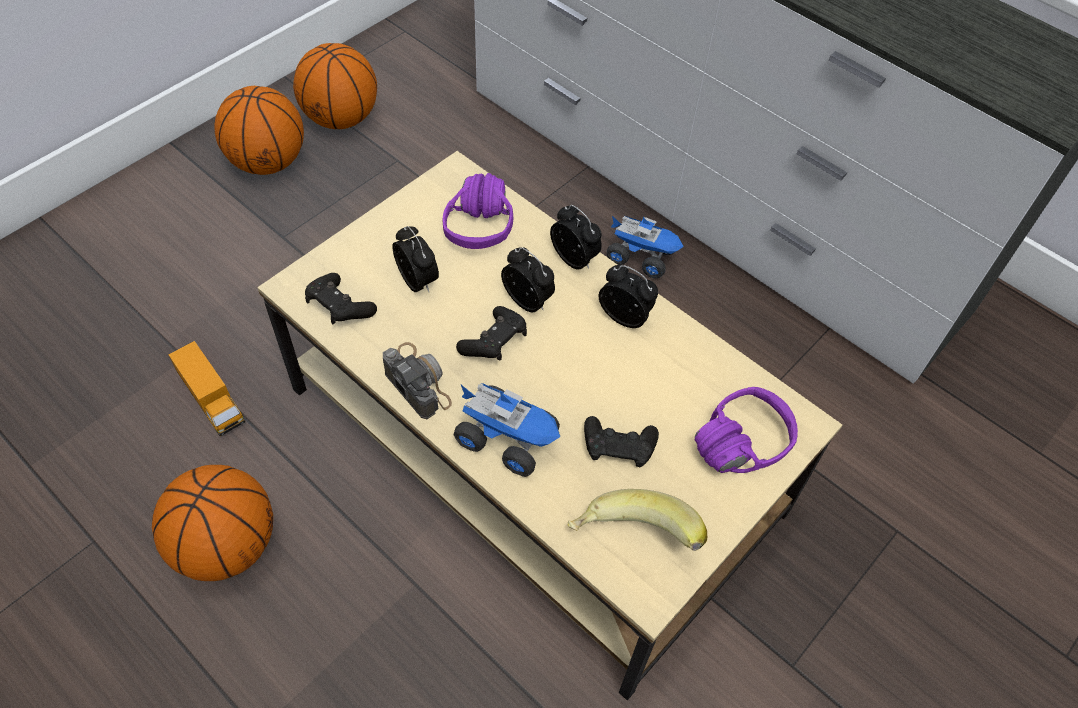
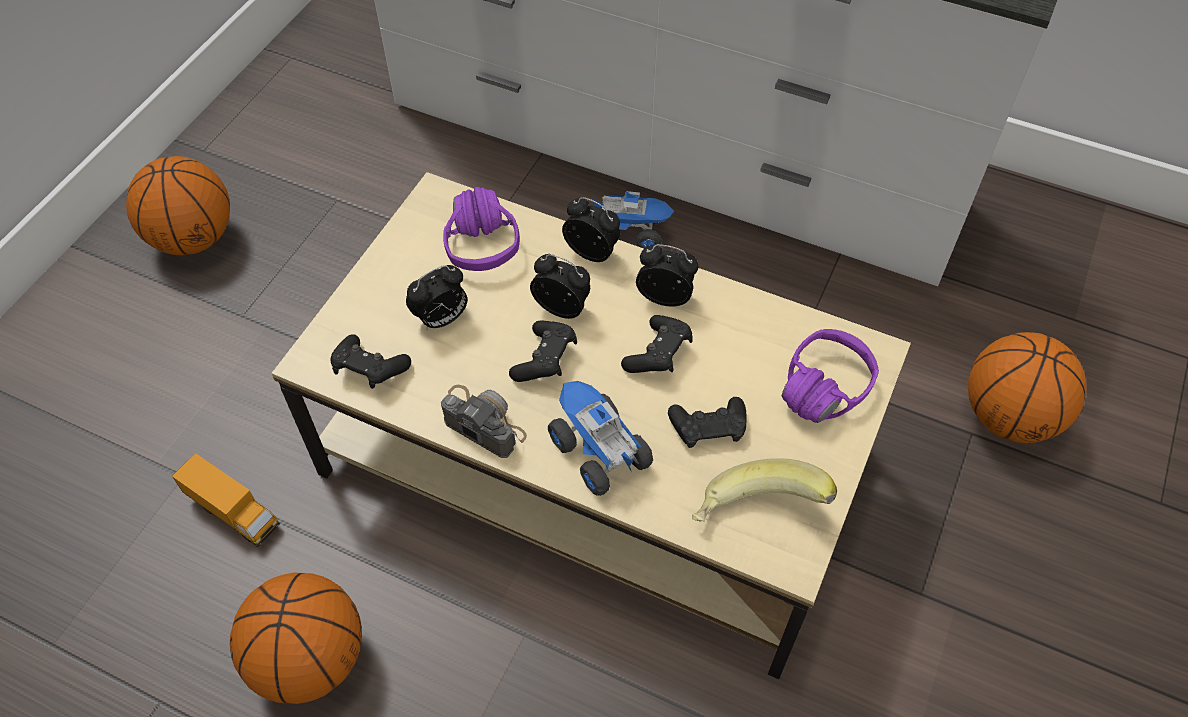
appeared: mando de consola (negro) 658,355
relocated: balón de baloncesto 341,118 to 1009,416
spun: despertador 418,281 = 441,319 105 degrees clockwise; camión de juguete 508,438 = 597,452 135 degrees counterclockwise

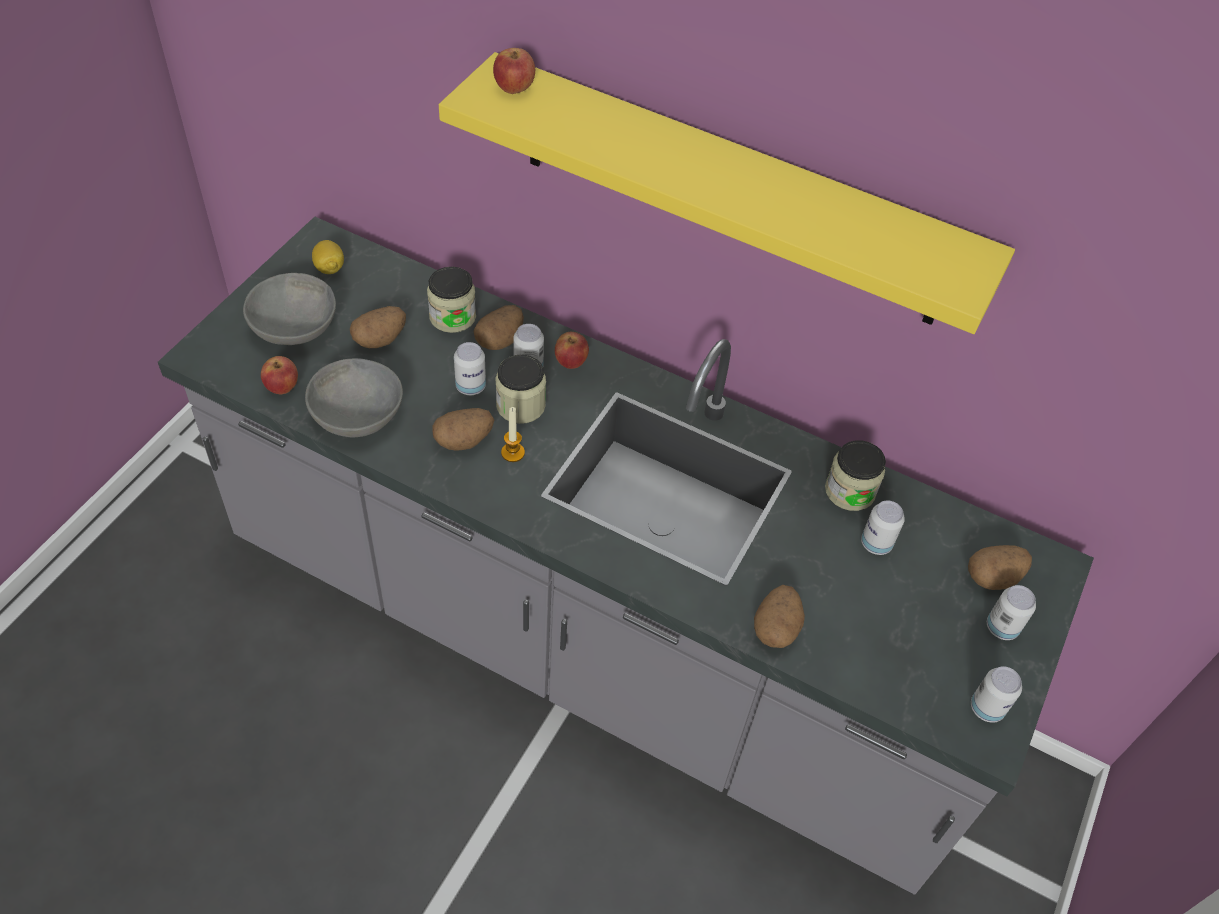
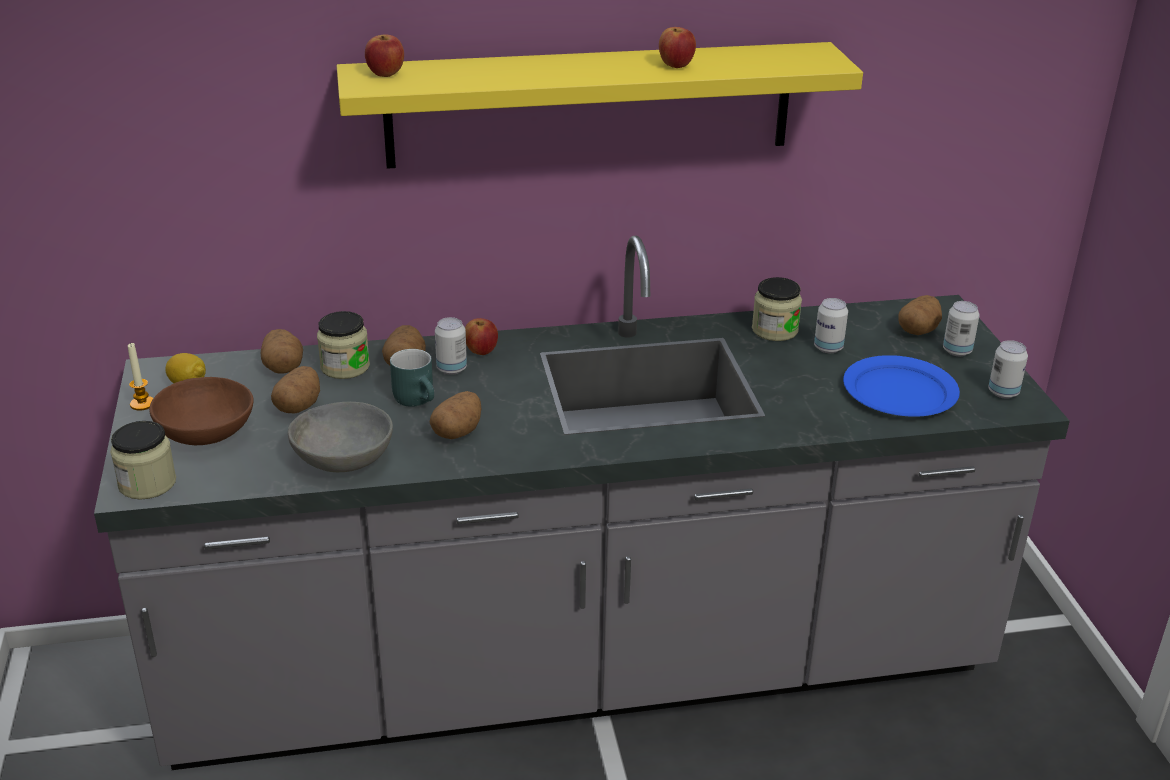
appeared: plato (azul) 900,391
relocated: manzana 282,387 to 676,65; tarro 520,405 to 147,483; vela 513,453 to 142,404; patata 776,627 to 283,367
exchanged: lata 470,386 to taza grande (turquesa) 419,399
colour: cuenco (gris) 295,328 to cuenco (marrón) 207,432

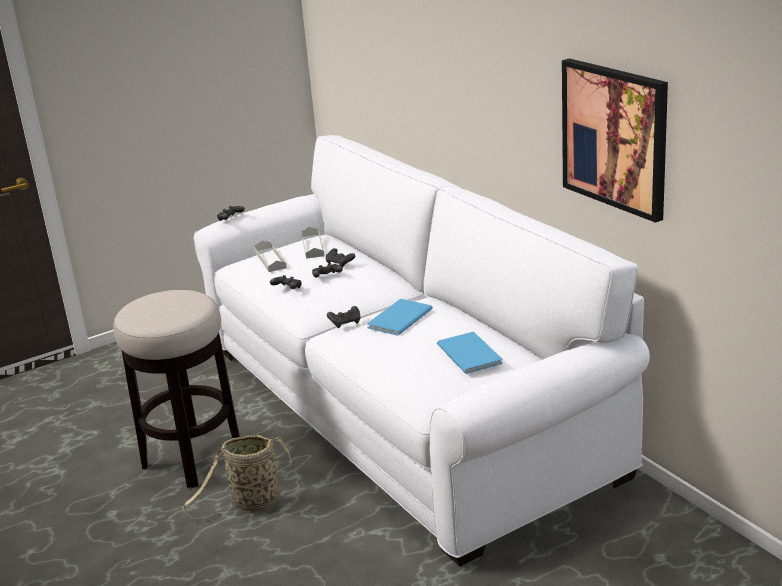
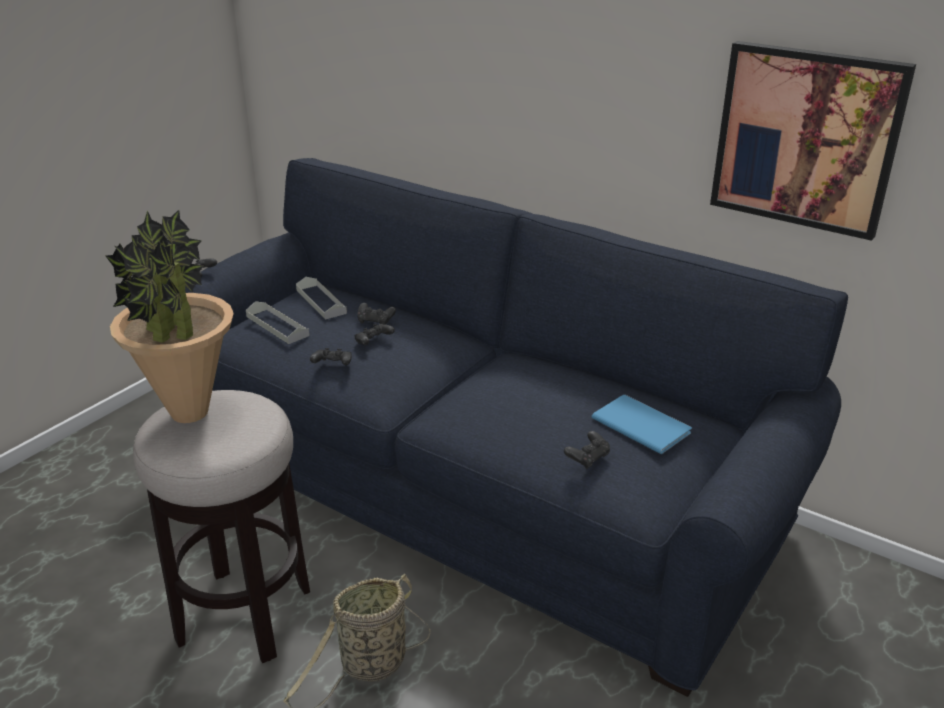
missing: libro (azul) 397,319
appeared: planta en maceta 189,413
relocated: mando de consola (negro) 345,323 to 587,458
colour: sofá (blanco) 401,409 to sofá (azul) 472,489

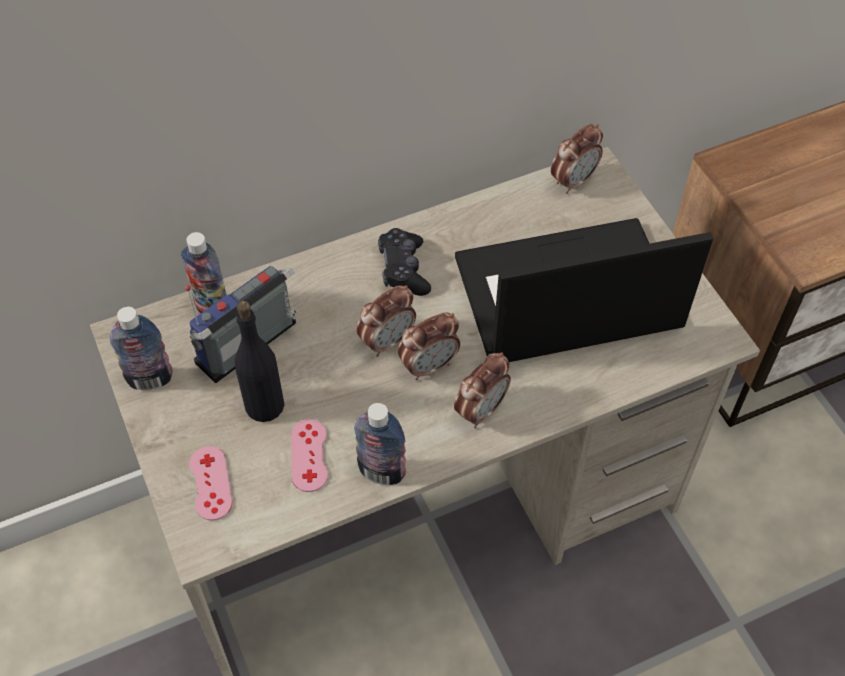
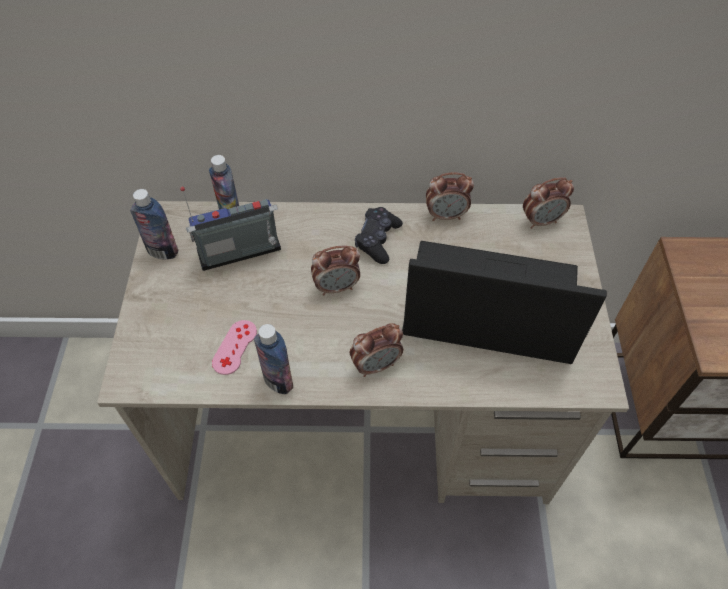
missing: mando de consola (rosa) 210,483; botella (negro) 265,405
relocated: despertador 429,366 to 446,215

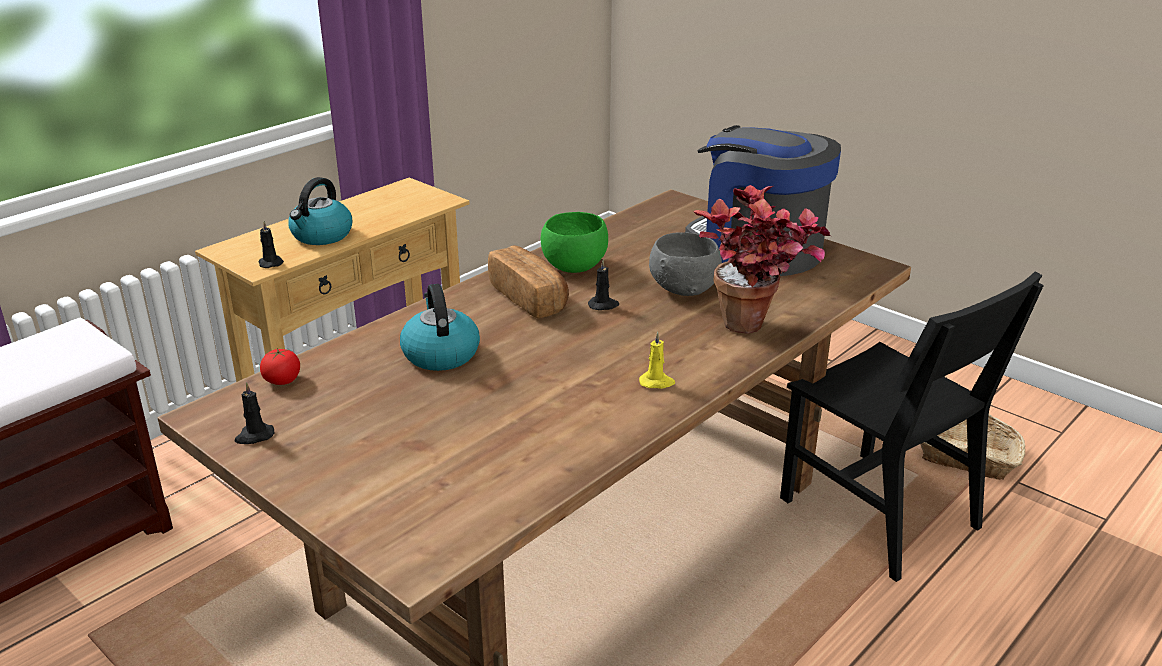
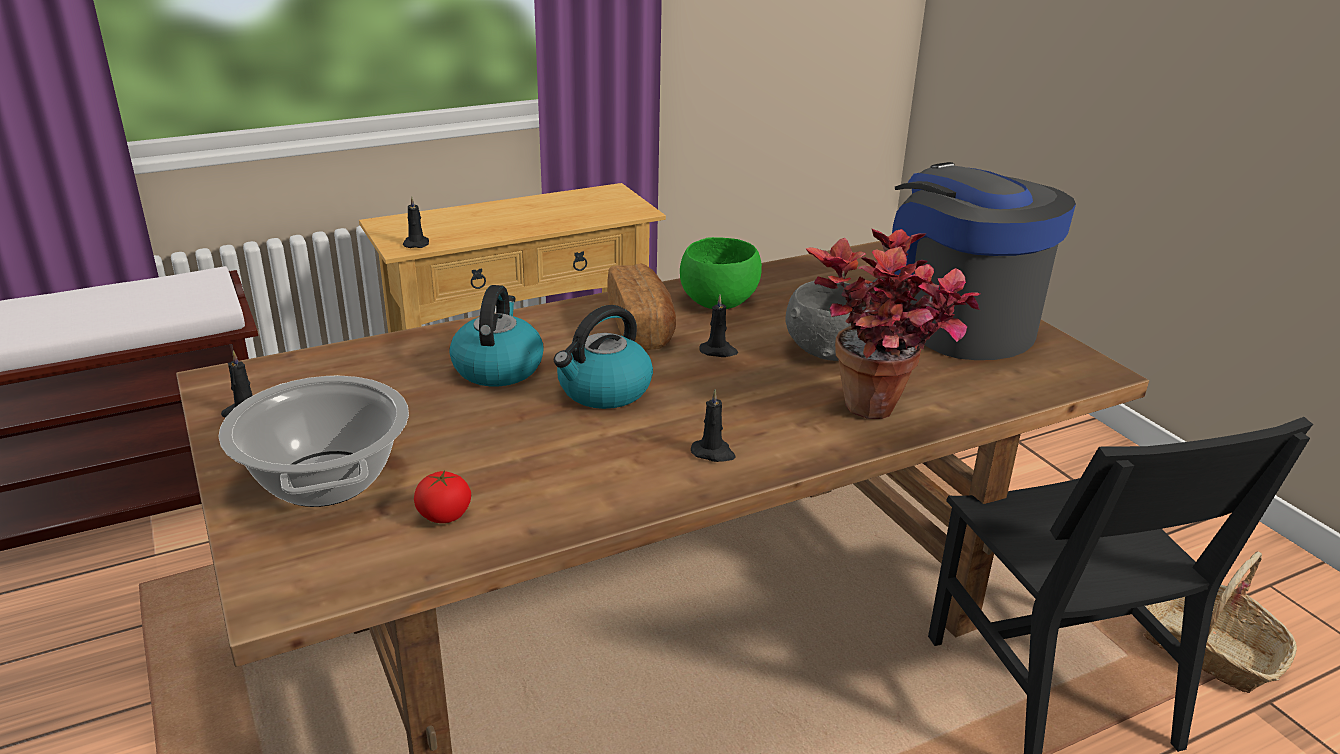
appeared: olla 324,479
relocated: tomate 282,380 to 444,515; hervidor 321,235 to 603,391
colour: vela (amarillo) 657,382 to vela (negro) 713,453

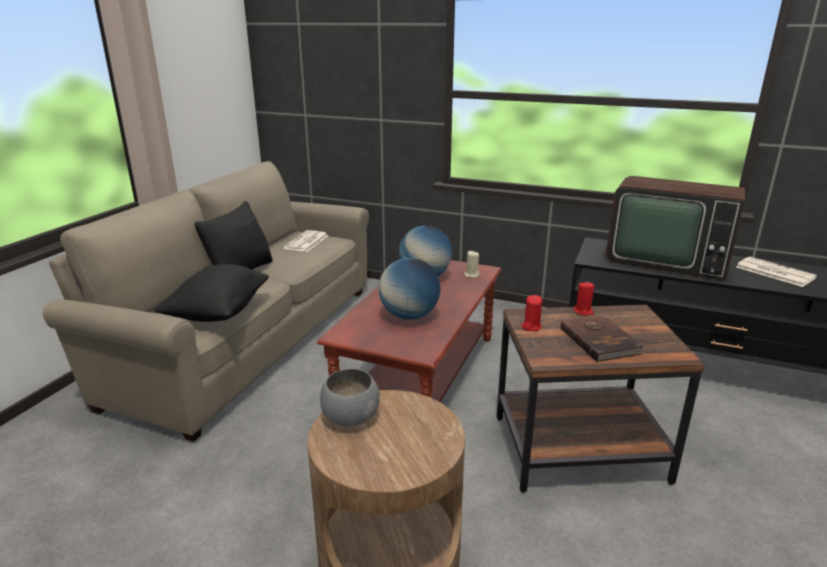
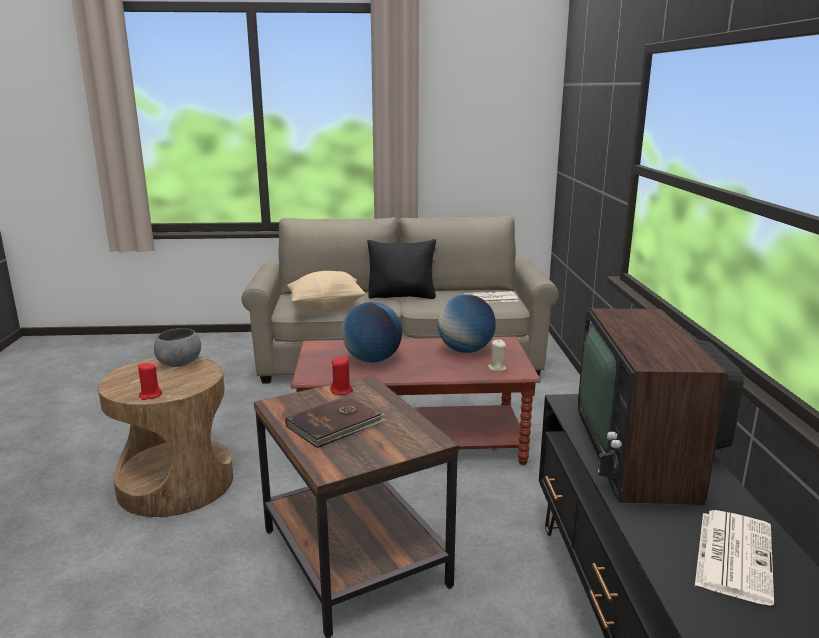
relocated: vela (rojo) 583,311 to 150,395
colour: cojín (negro) 218,313 to cojín (beis) 326,307

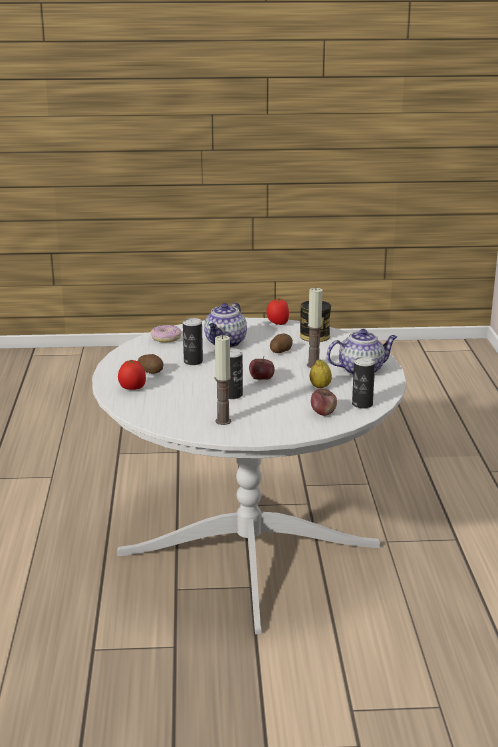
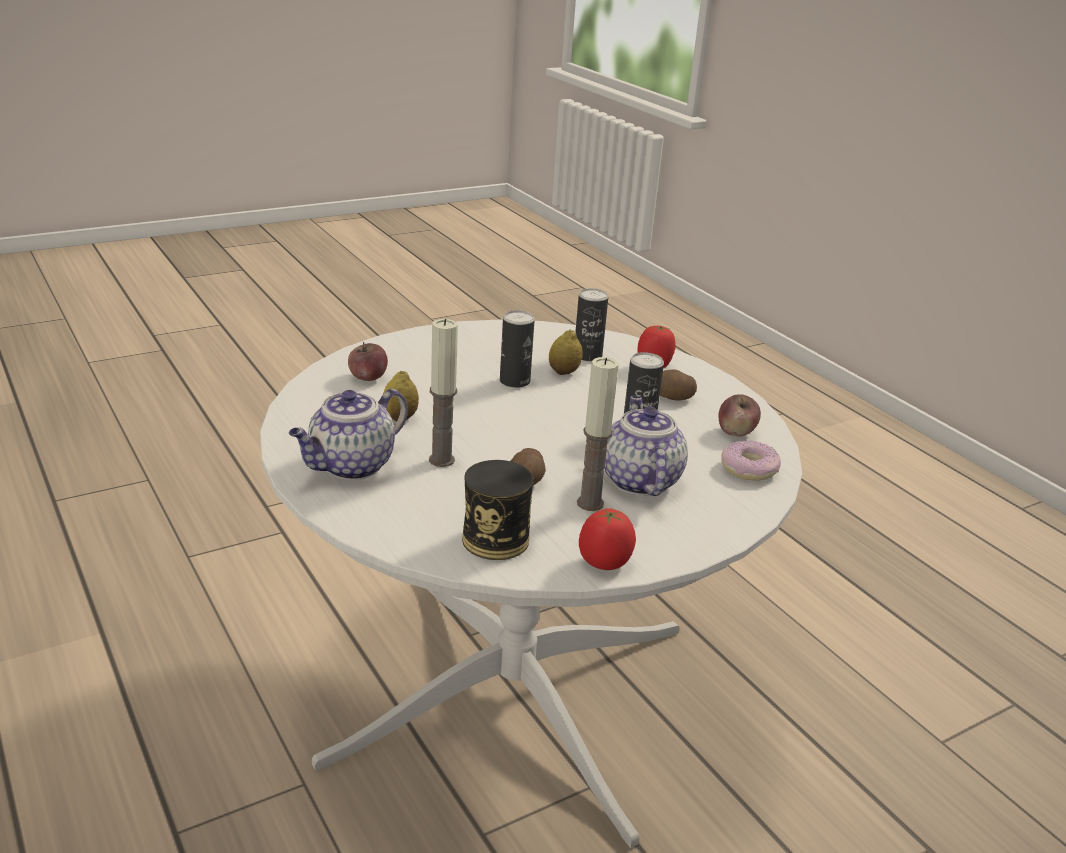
appeared: limón 564,372
relocated: vela 223,421 to 590,503; manzana 261,379 to 736,432; lata 362,404 to 587,355

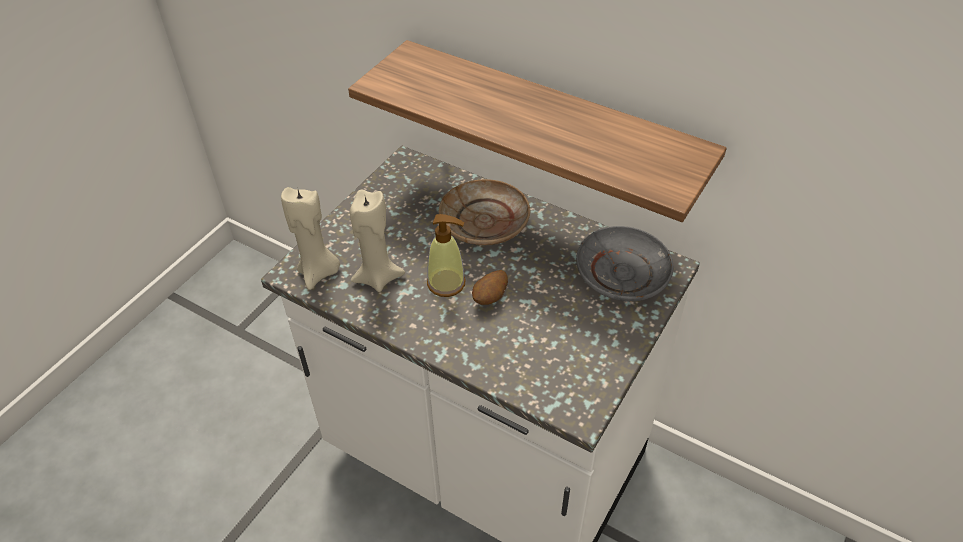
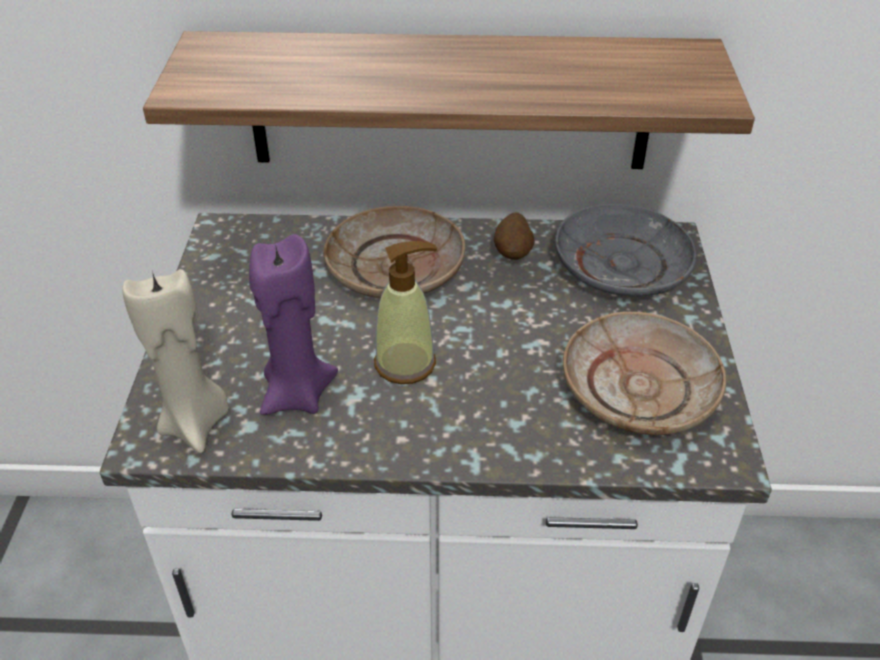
appeared: plato (beis) 639,388
relocated: patata 490,298 to 513,254
colour: vela (beis) 377,277 to vela (morado) 297,394

